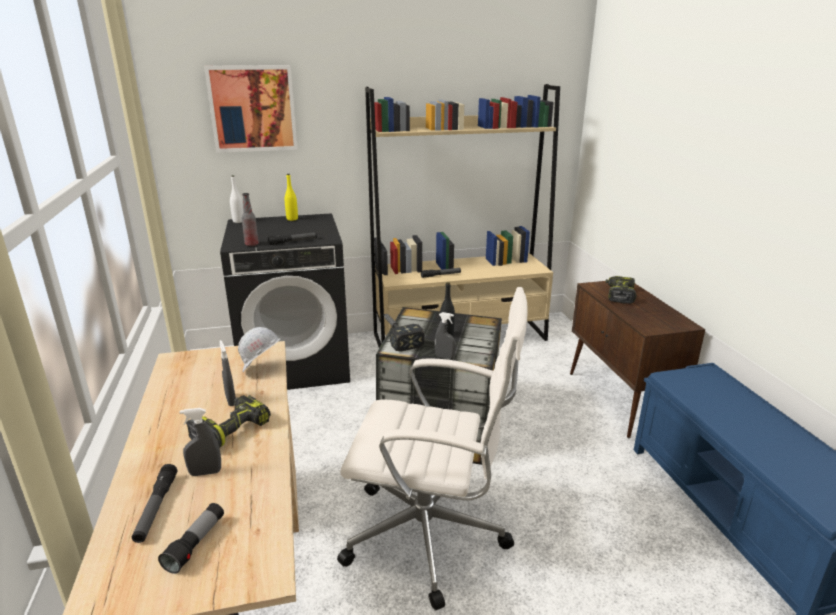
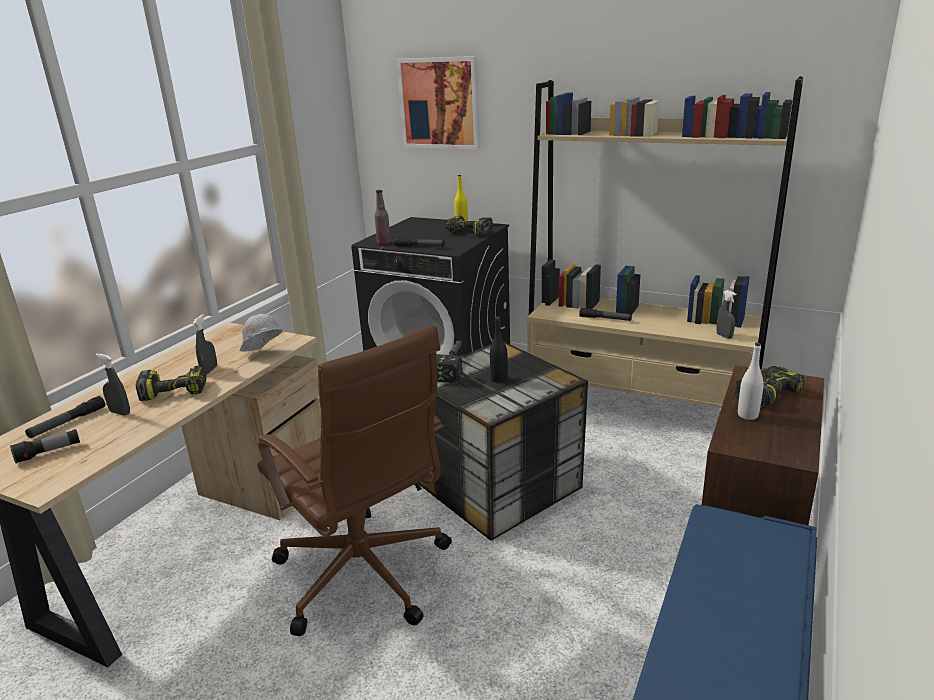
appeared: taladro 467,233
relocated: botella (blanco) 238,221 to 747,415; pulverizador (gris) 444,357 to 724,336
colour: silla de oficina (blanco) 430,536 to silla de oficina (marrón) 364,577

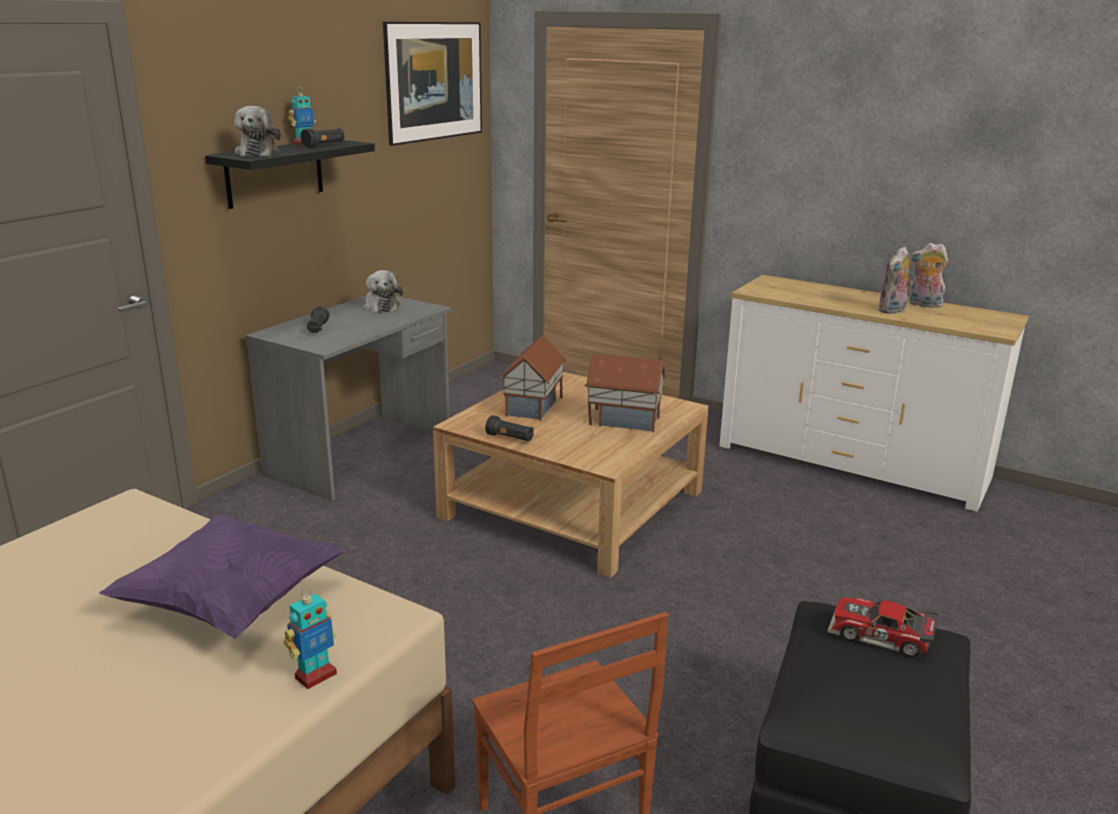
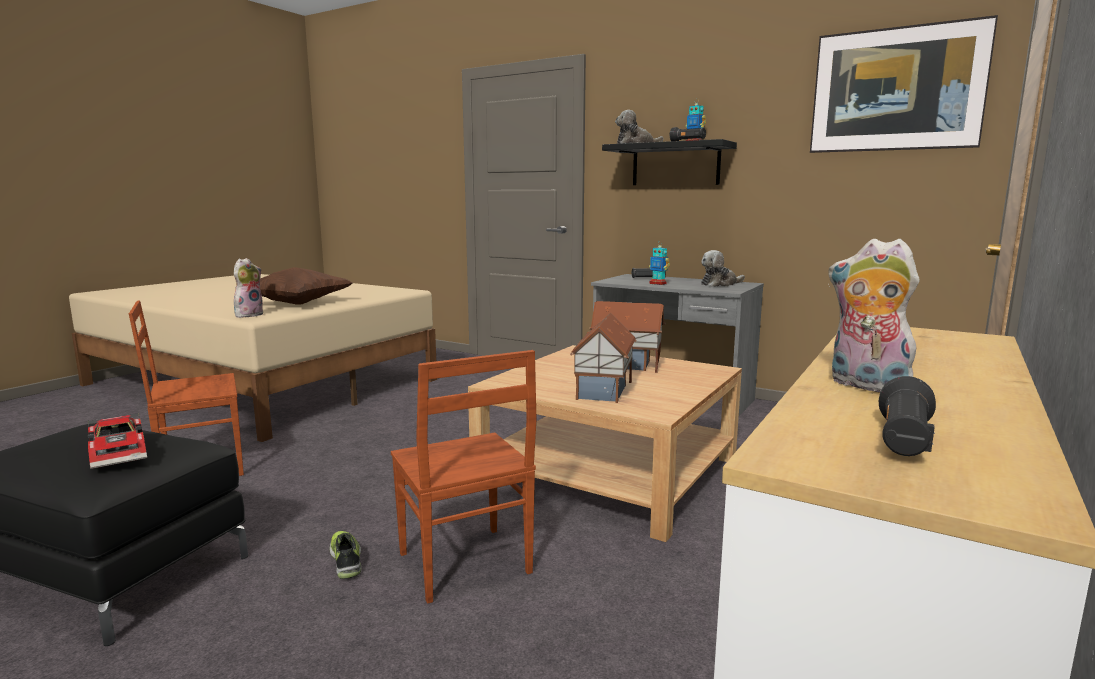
appeared: zapato 347,560; silla (marrón) 463,565
relocated: robot de juguete 315,676 to 658,284; linterna (negro) 510,438 to 903,441; peluche 923,305 to 249,315
colour: cojín (morado) 232,603 to cojín (marrón) 297,303
spun: coche de juguete 879,636 = 121,450 120 degrees clockwise

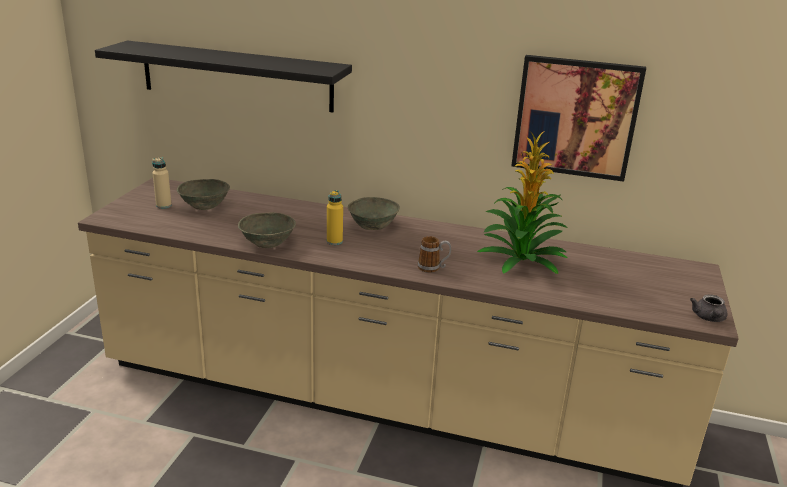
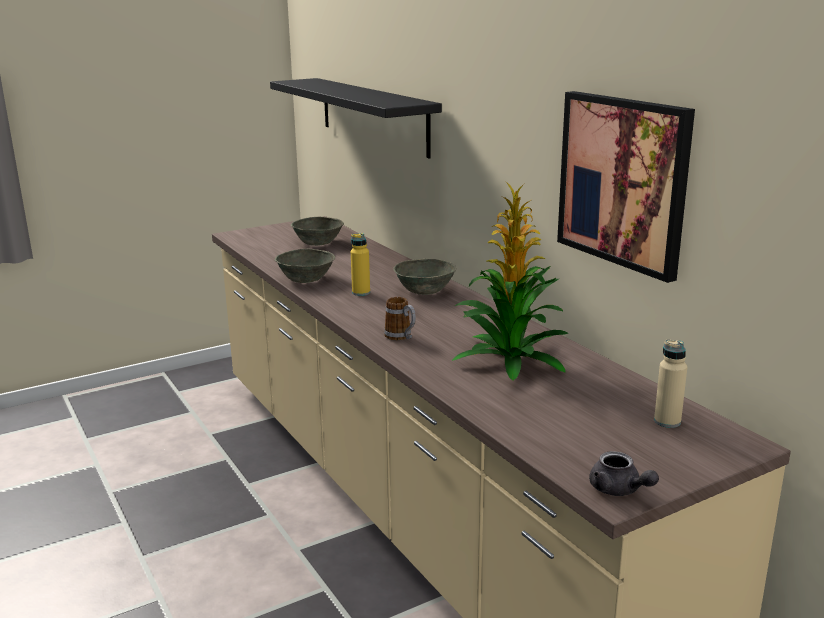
relocated: botella (beis) 163,205 to 667,421
spun: tetera (gris) 708,318 = 619,490 90 degrees counterclockwise

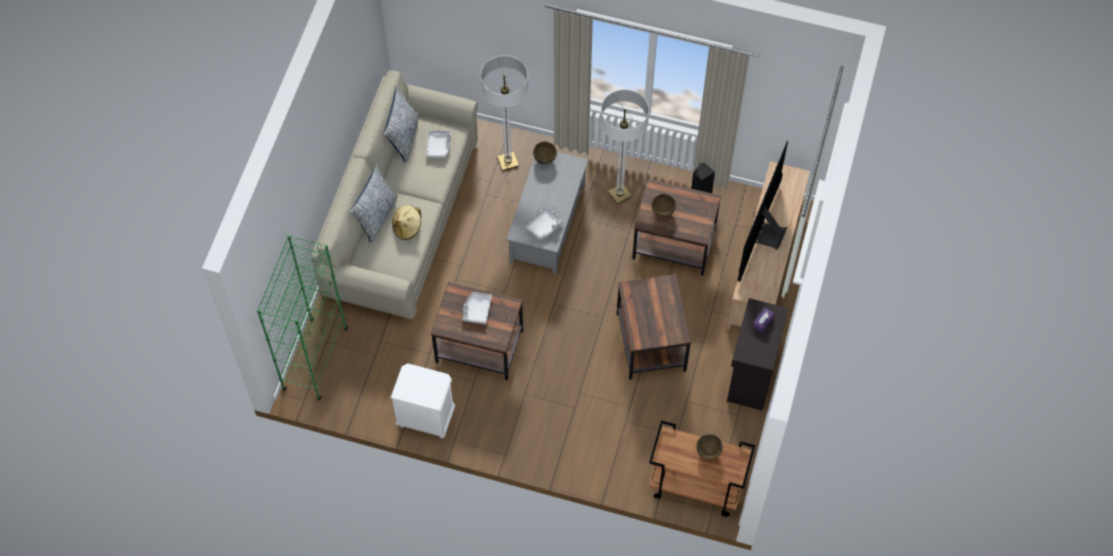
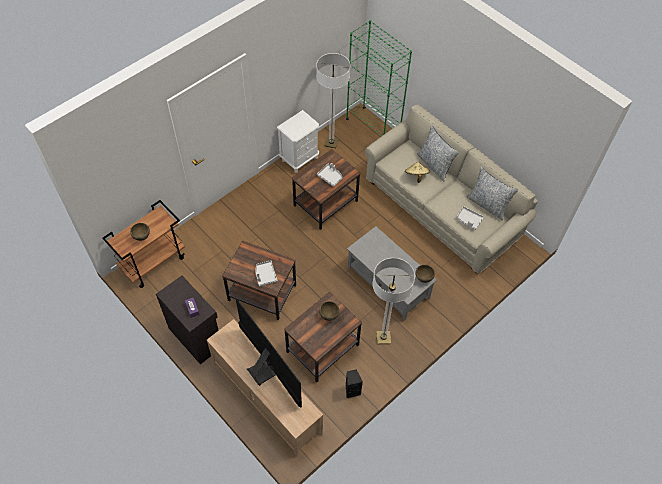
relocated: lámpara de pie 508,162 to 331,143; bandeja (gris) 544,226 to 265,275

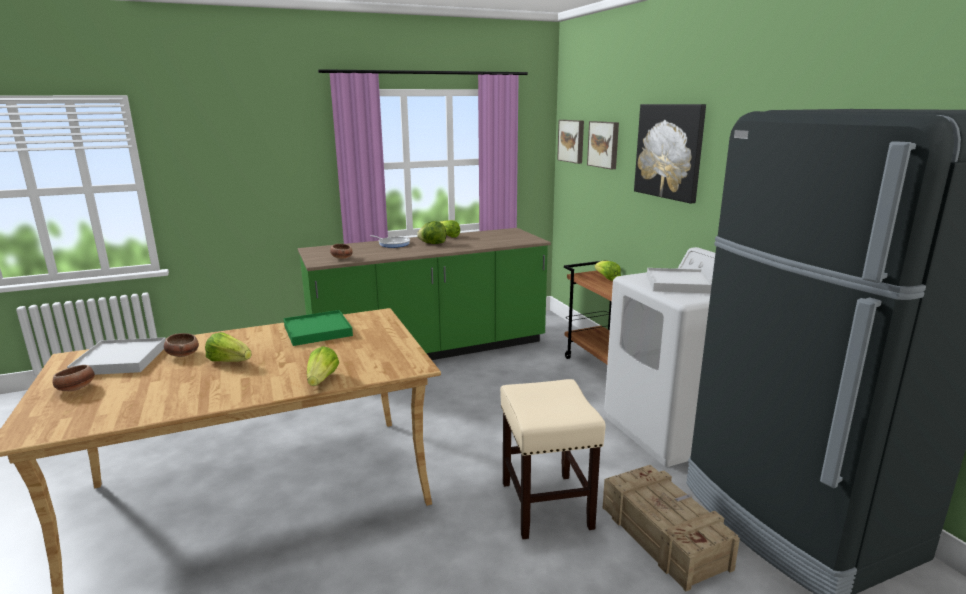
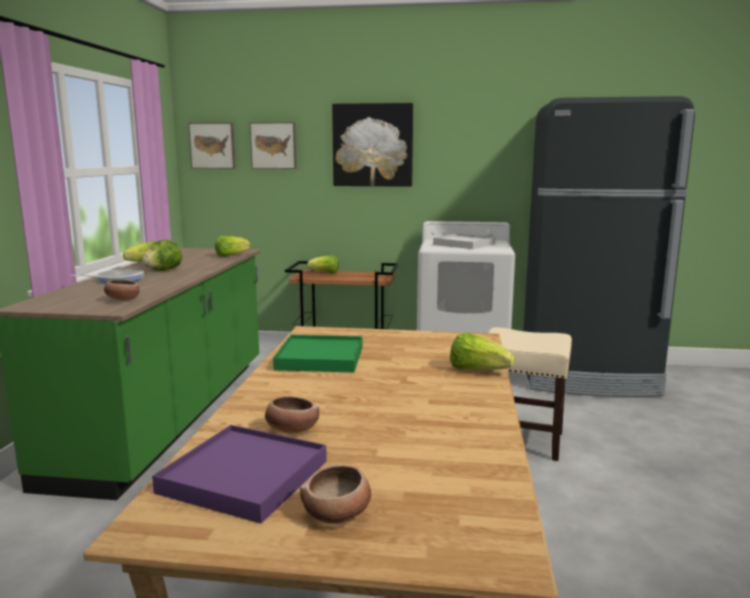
missing: caja de embalaje 664,536
relocated: lechuga 229,361 to 231,256
colour: bandeja (blanco) 121,360 to bandeja (morado) 244,476

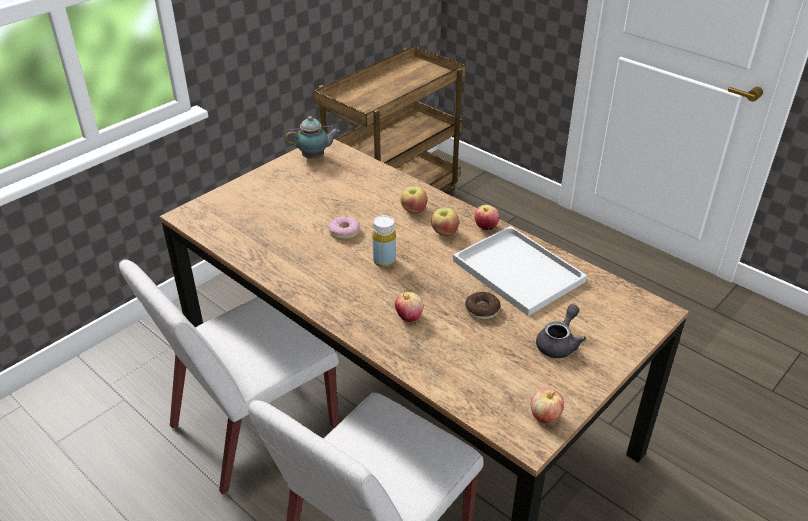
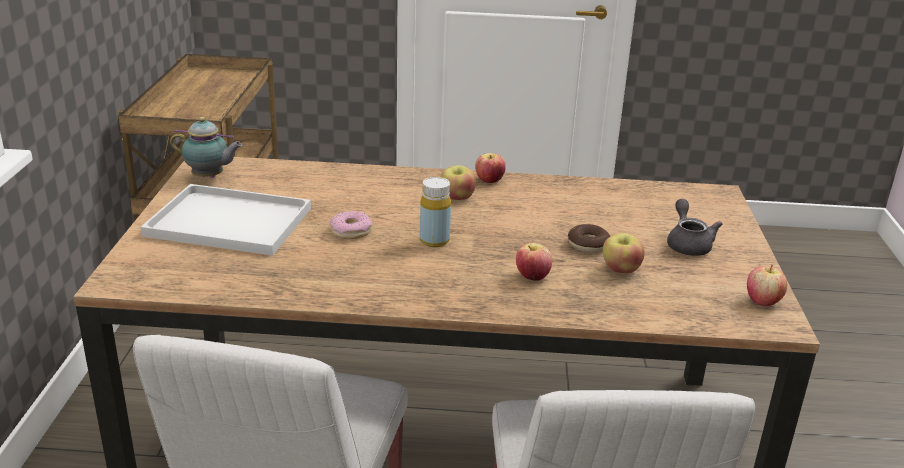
relocated: manzana 413,210 to 620,269; bandeja (blanco) 515,270 to 226,222
spun: tetera 315,157 = 210,177 60 degrees clockwise

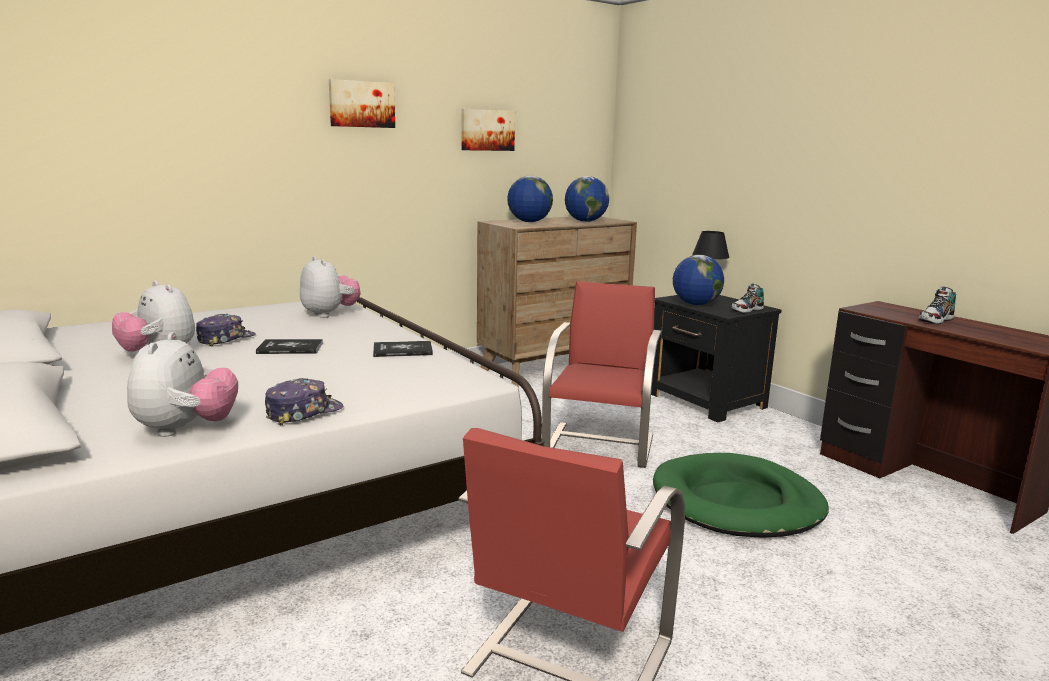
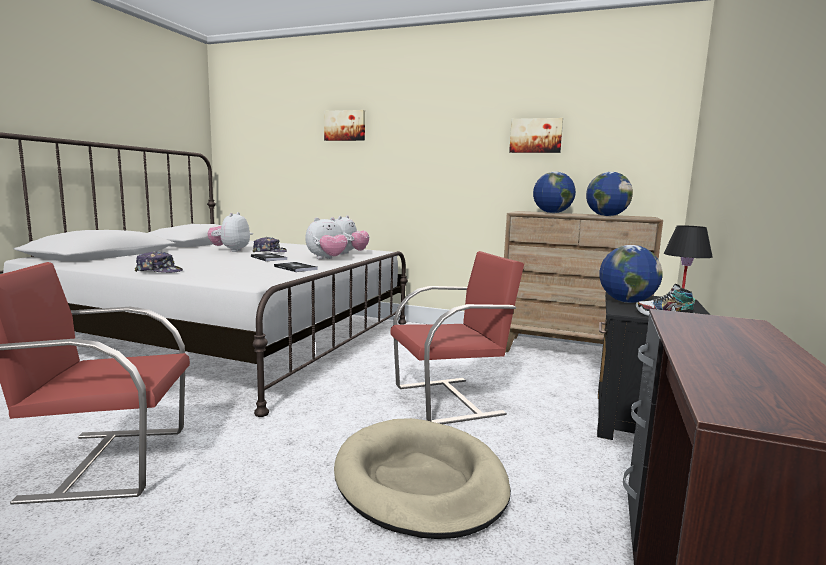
missing: zapato 936,320
relocated: peluche 186,429 to 327,259; cuadro 361,104 to 345,125
colour: cama para perro (verde) 737,502 to cama para perro (beis) 420,481

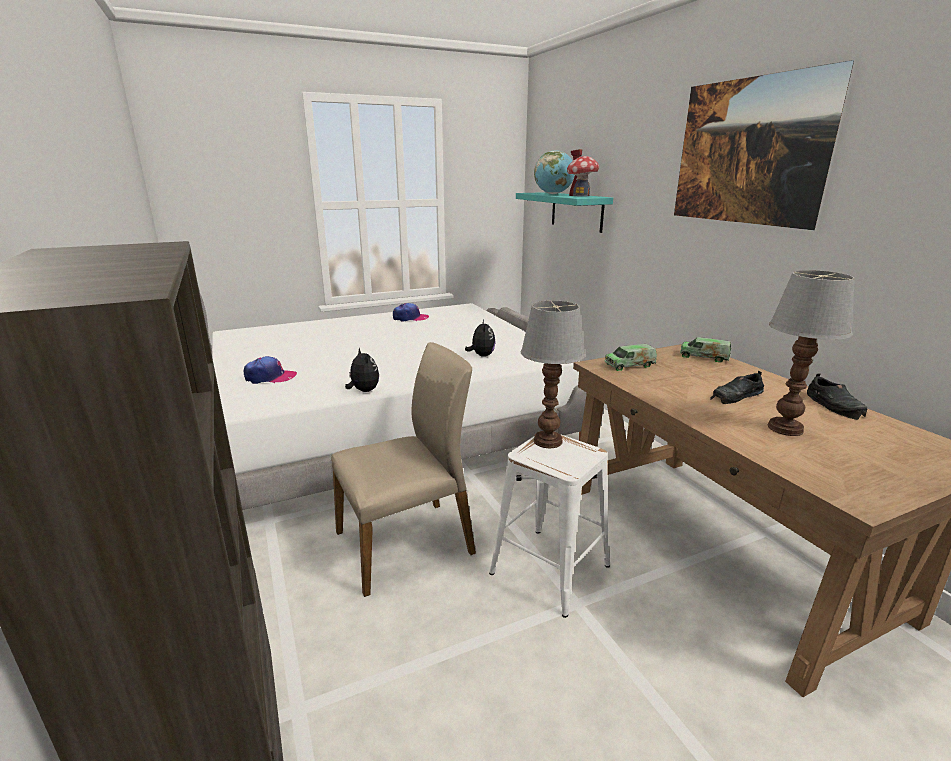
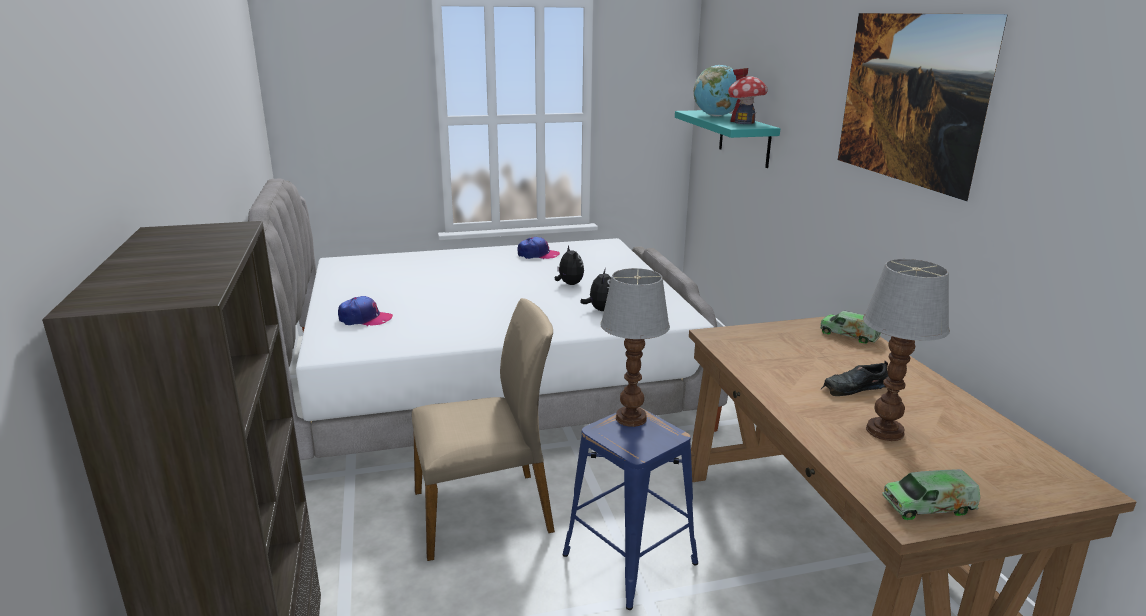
missing: zapato (negro) 834,405
relocated: peluche 363,391 to 569,284; camión de juguete 629,365 to 928,506
colour: taburete (blanco) 549,570 to taburete (azul) 628,559

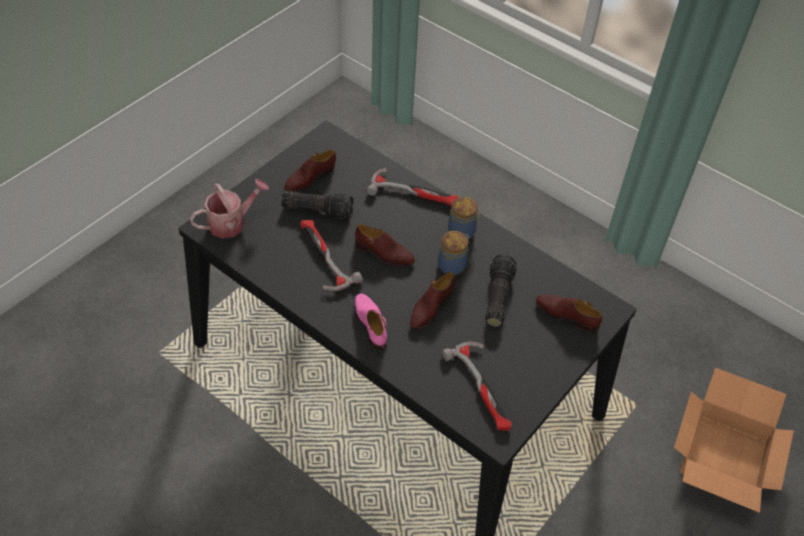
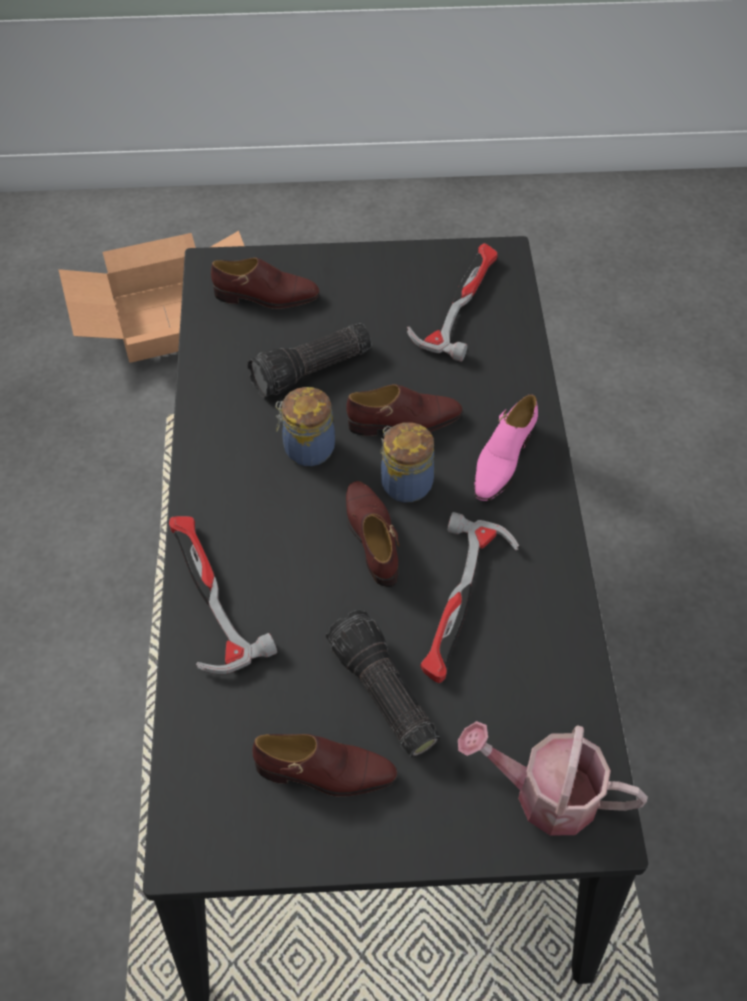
relocated: tarro 462,231 to 404,482
spun: zapato (marrón) 566,315 = 266,296 75 degrees counterclockwise

